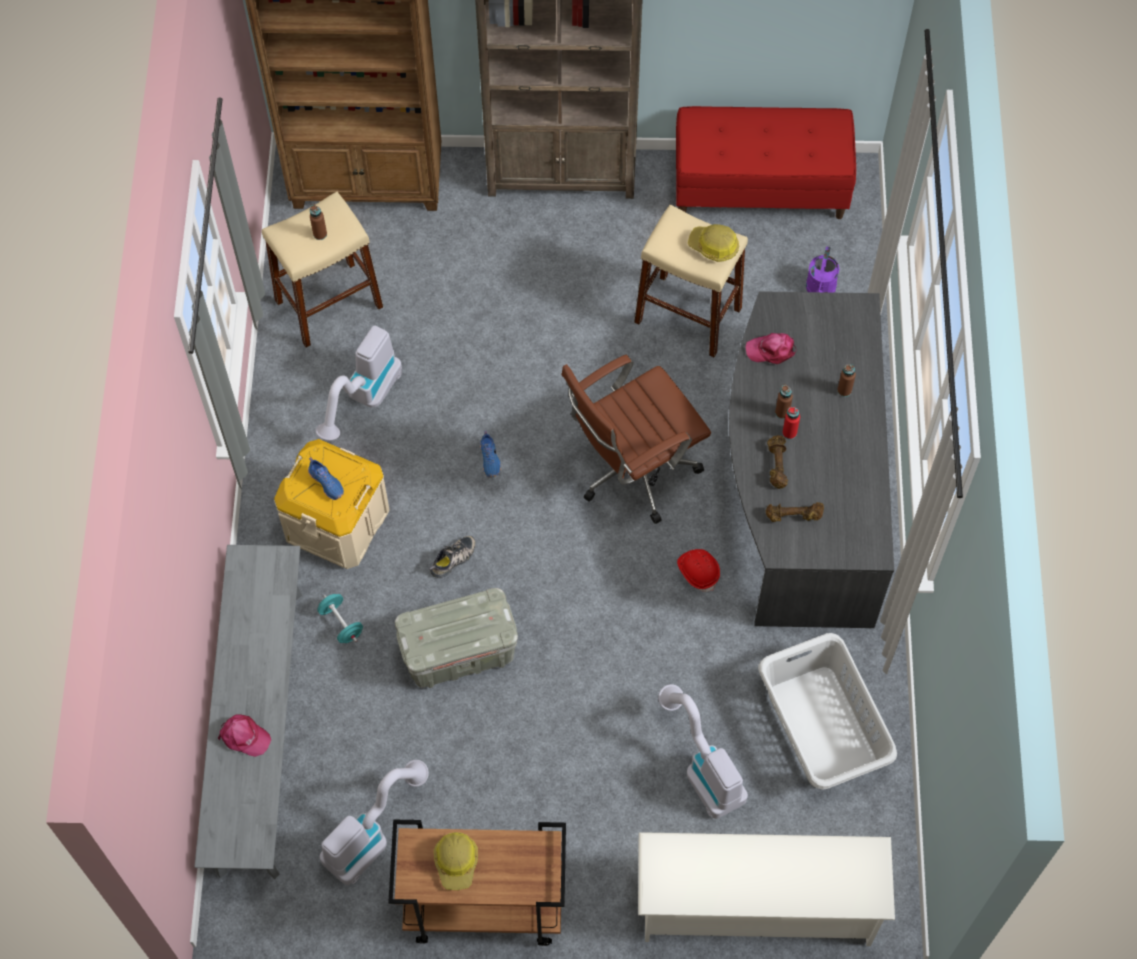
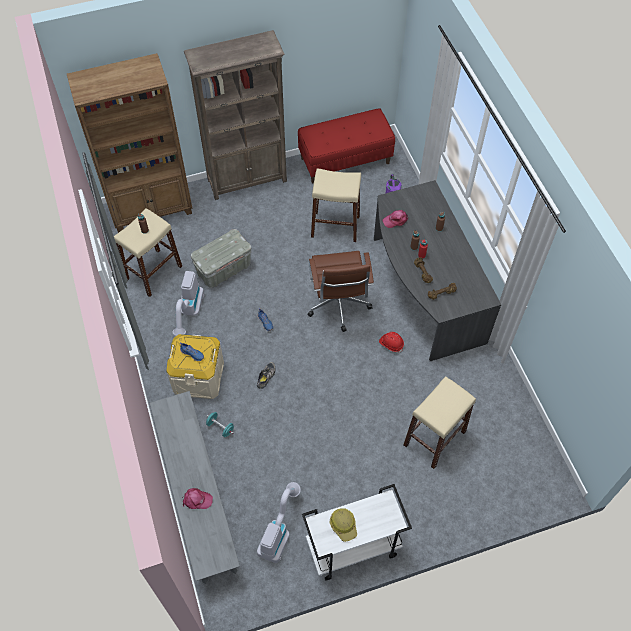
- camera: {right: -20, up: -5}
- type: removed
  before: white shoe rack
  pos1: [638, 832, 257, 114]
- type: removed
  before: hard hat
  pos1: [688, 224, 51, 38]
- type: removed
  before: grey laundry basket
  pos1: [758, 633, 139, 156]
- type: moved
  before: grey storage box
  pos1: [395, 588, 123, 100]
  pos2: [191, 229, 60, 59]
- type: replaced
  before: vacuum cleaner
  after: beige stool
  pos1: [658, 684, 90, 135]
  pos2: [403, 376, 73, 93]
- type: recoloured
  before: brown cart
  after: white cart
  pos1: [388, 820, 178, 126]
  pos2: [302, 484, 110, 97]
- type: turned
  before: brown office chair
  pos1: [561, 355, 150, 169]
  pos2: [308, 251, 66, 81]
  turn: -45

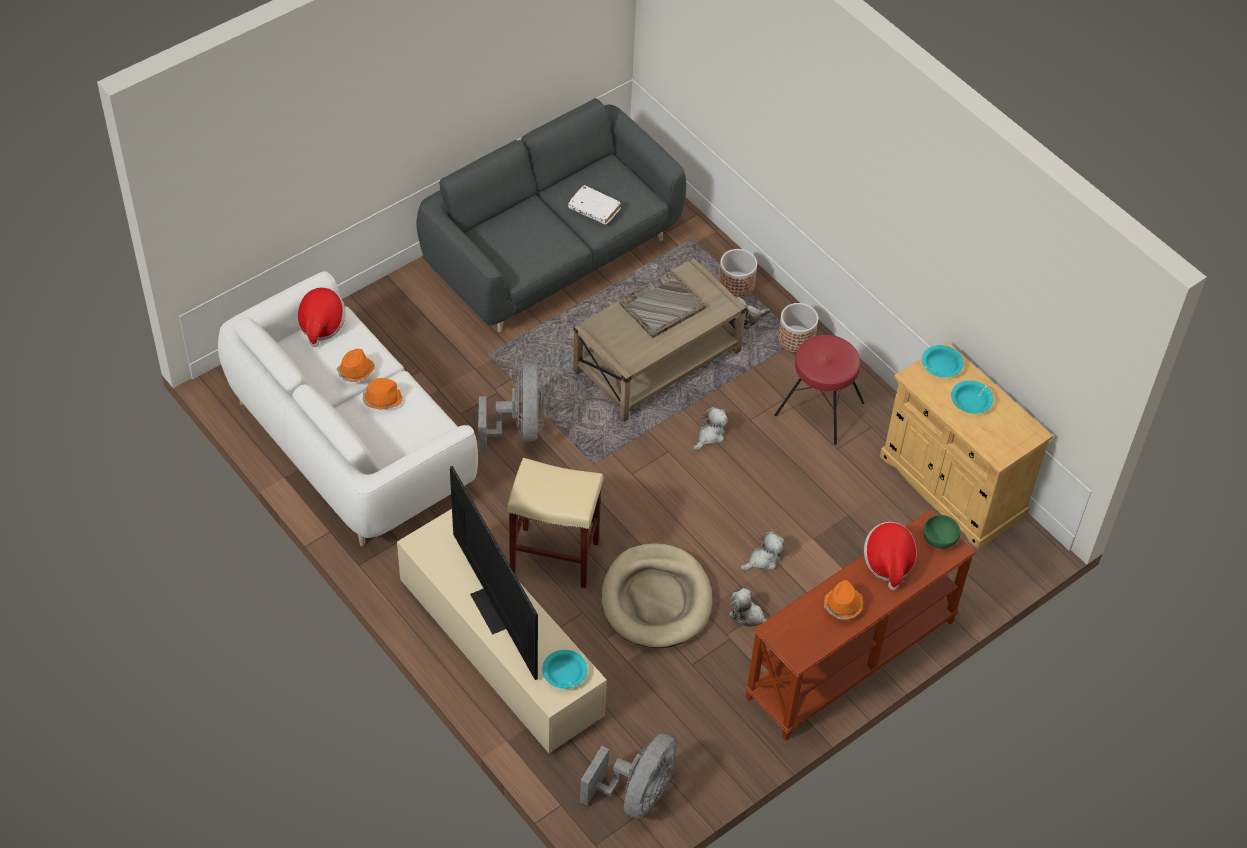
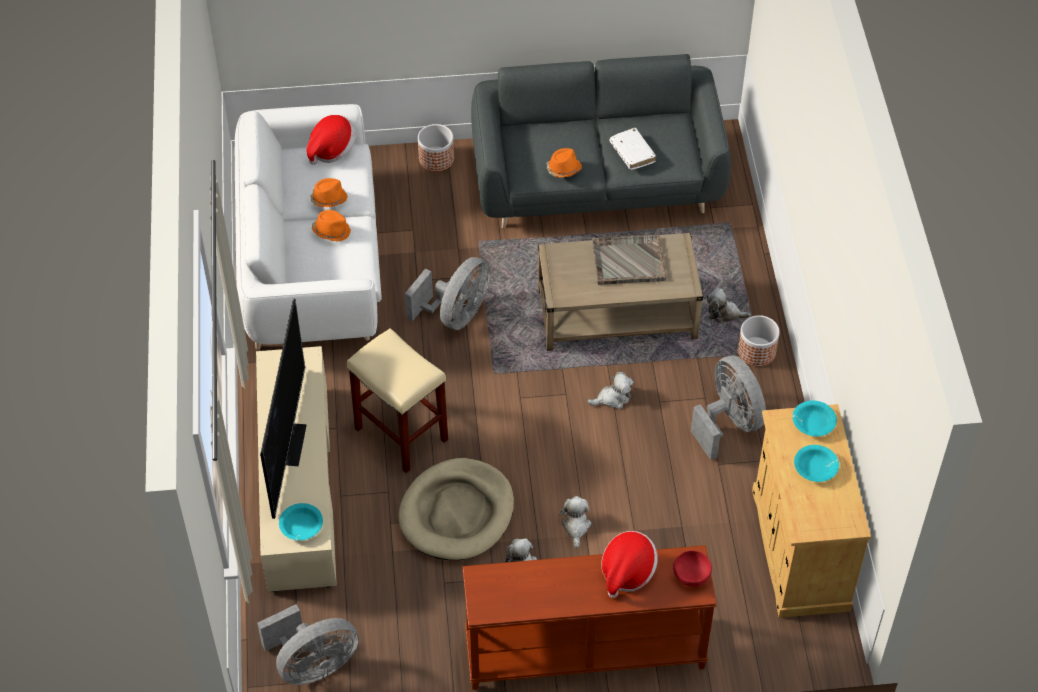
- camera: {right: 35, up: 0}
- type: moved
  before: planter
  pos1: [719, 249, 38, 49]
  pos2: [418, 124, 36, 48]
- type: moved
  before: orange hat
  pos1: [824, 580, 39, 40]
  pos2: [546, 148, 36, 29]
- type: replaced
  before: red stool
  after: grey fan
  pos1: [774, 335, 90, 110]
  pos2: [691, 355, 75, 105]
- type: recoloured
  before: green bowl
  after: red bowl
  pos1: [923, 515, 37, 34]
  pos2: [673, 550, 39, 37]
- type: turned
  before: plush toy
  pos1: [740, 531, 44, 40]
  pos2: [559, 496, 32, 53]
  turn: -90

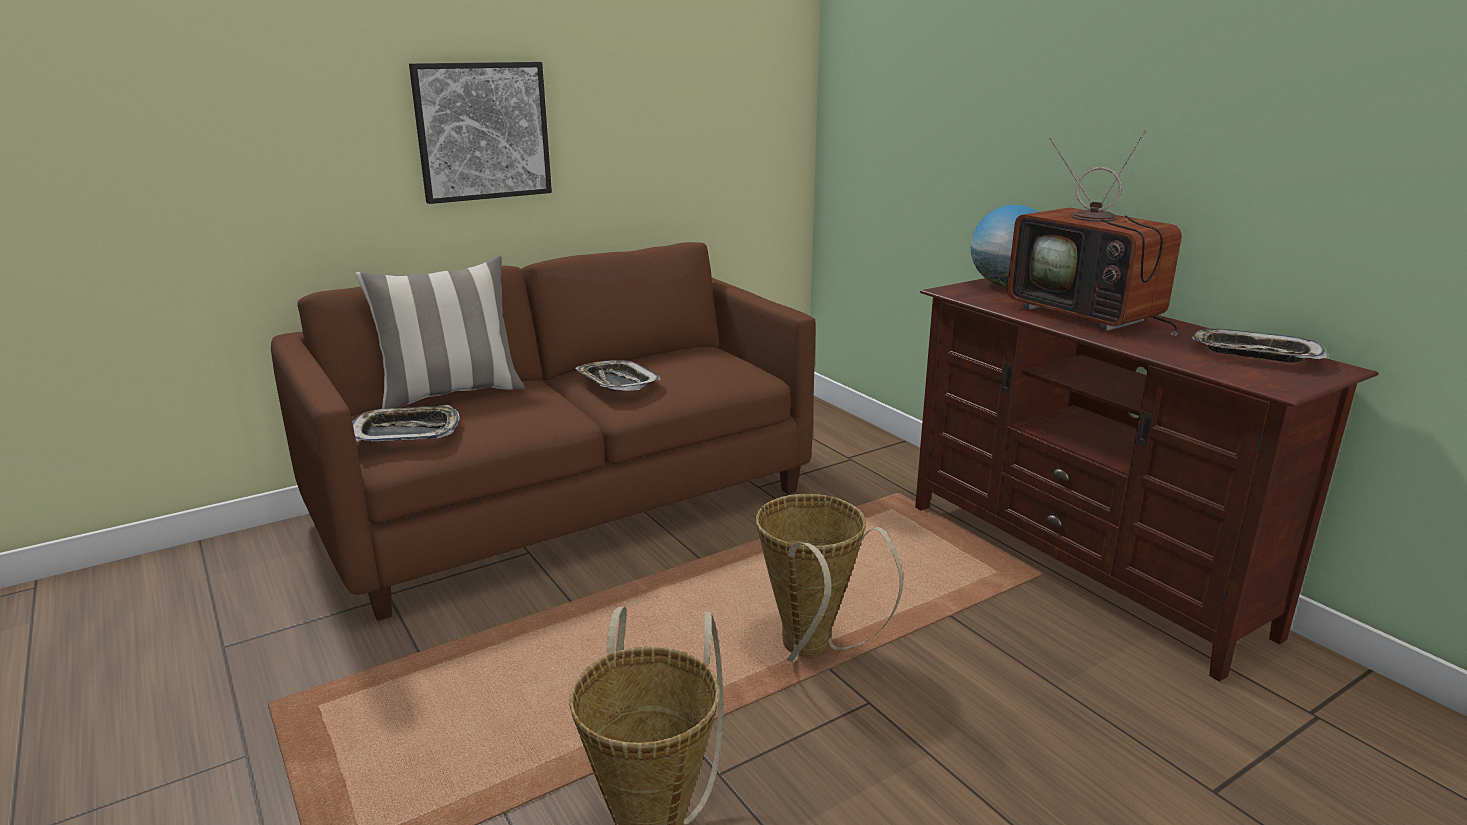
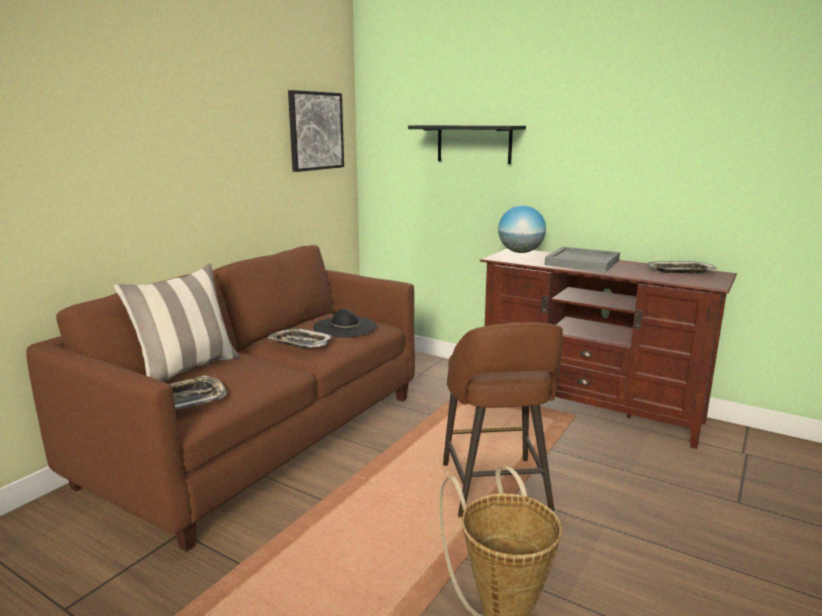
- camera: {right: -25, up: -5}
- type: added
  after: black hat
  pos2: [313, 309, 64, 29]
- type: added
  after: black shelf
  pos2: [408, 125, 118, 39]
- type: moved
  before: picture
  pos1: [409, 62, 143, 142]
  pos2: [288, 90, 56, 82]
- type: replaced
  before: basket
  after: brown stool
  pos1: [756, 494, 147, 168]
  pos2: [443, 322, 120, 195]
- type: replaced
  before: television
  after: grey tray
  pos1: [1007, 130, 174, 206]
  pos2: [544, 247, 76, 25]

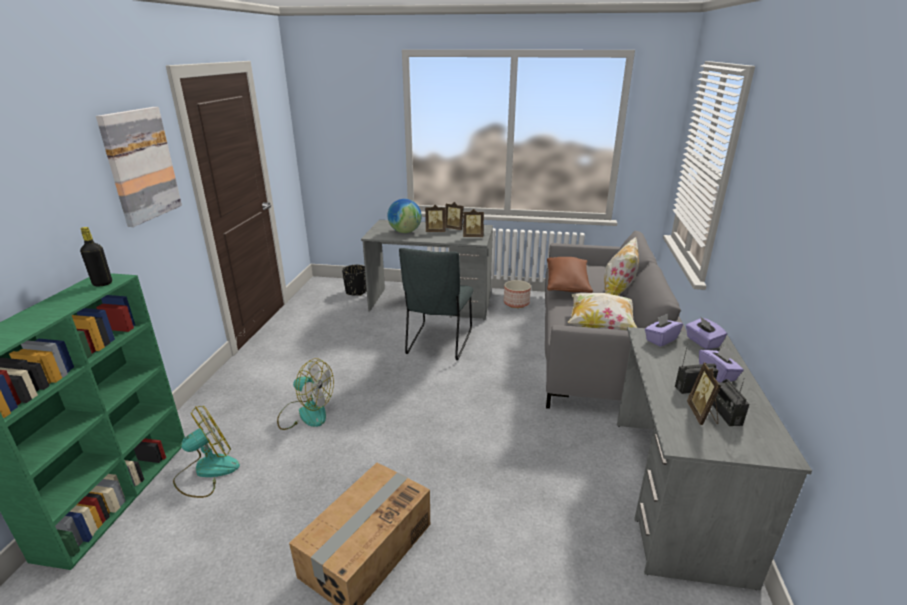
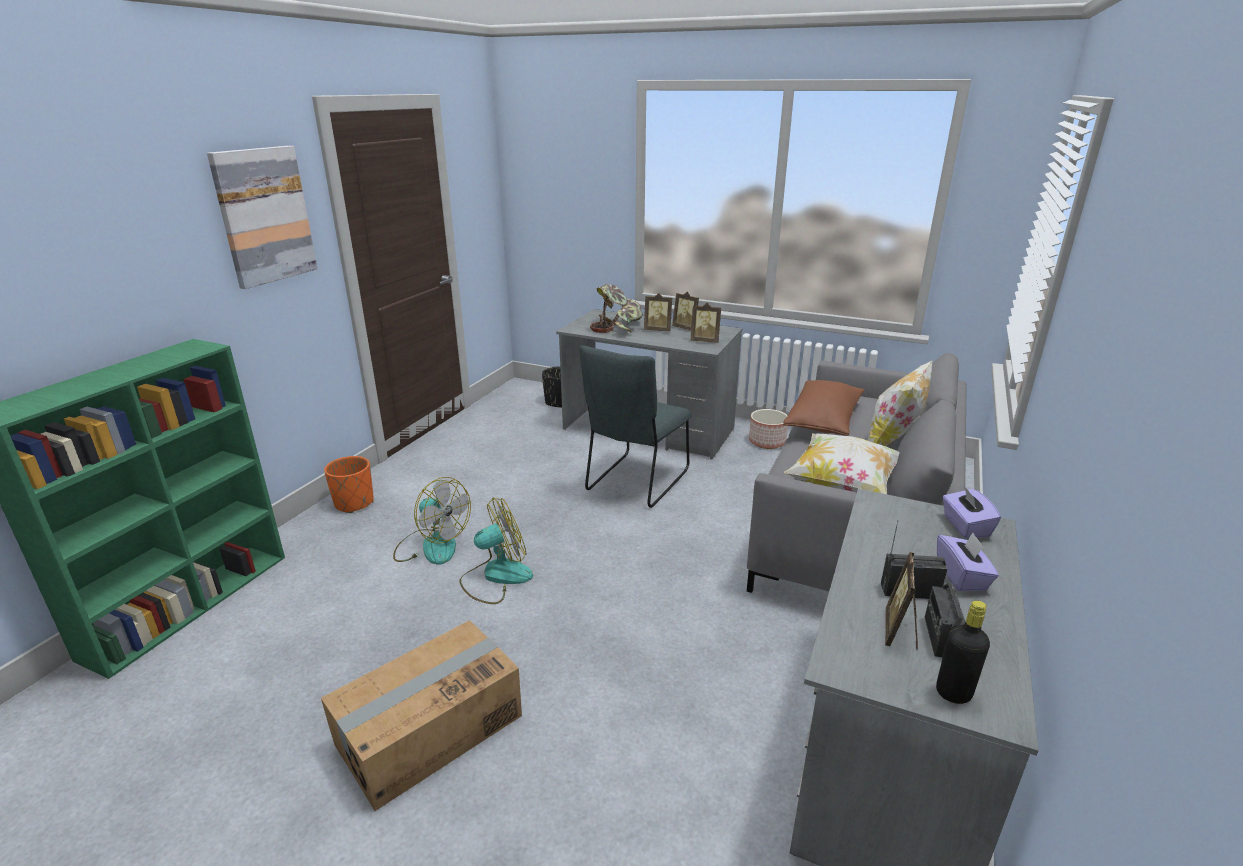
- camera: {right: 15, up: 0}
- type: removed
  before: purple tissue box
  pos1: [645, 313, 38, 34]
- type: added
  after: orange planter
  pos2: [324, 456, 50, 57]
- type: moved
  before: black bottle
  pos1: [80, 227, 32, 59]
  pos2: [936, 600, 54, 104]
- type: moved
  before: fan
  pos1: [173, 406, 67, 92]
  pos2: [460, 497, 73, 107]
- type: replaced
  before: globe
  after: potted plant
  pos1: [388, 199, 34, 34]
  pos2: [590, 284, 53, 49]

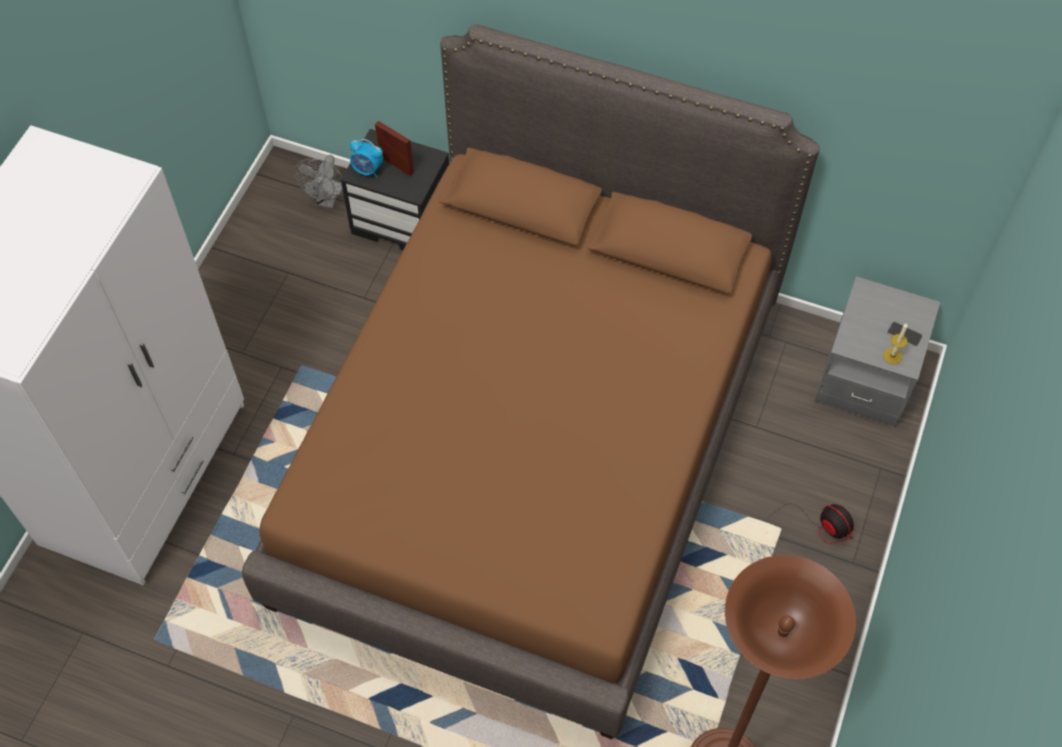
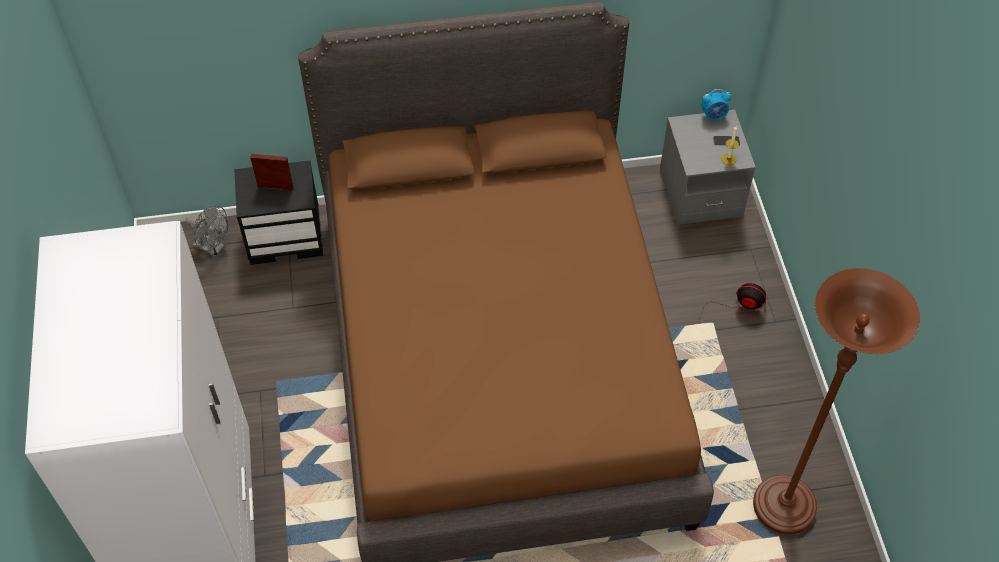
- camera: {right: -30, up: -5}
- type: moved
  before: alarm clock
  pos1: [350, 139, 33, 38]
  pos2: [702, 89, 29, 32]
- type: turned
  before: grey fan
  pos1: [294, 155, 49, 54]
  pos2: [185, 205, 43, 52]
  turn: -45

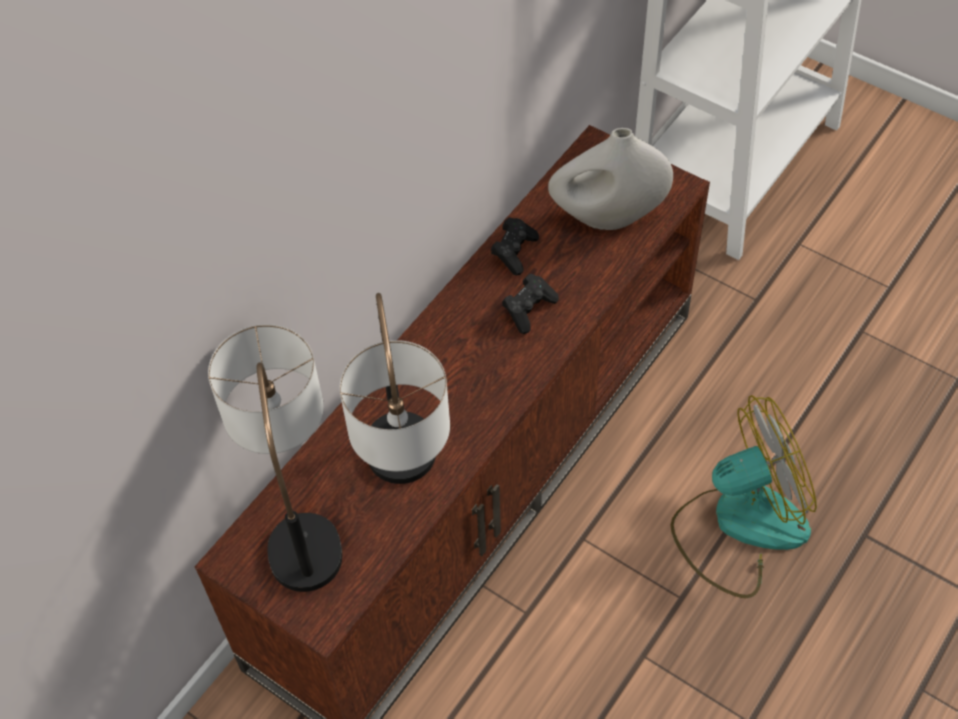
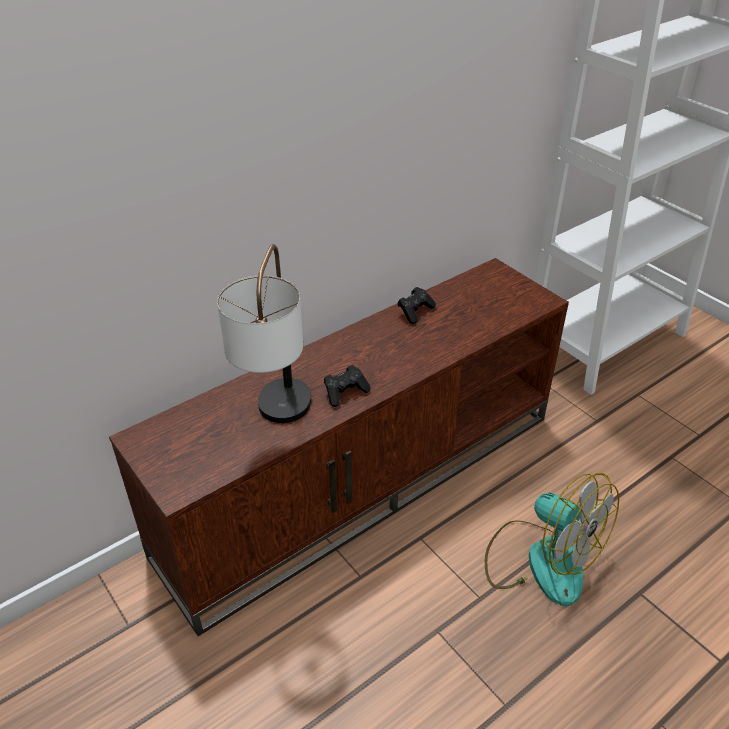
- camera: {right: 15, up: -15}
- type: removed
  before: table lamp
  pos1: [208, 324, 134, 268]
- type: removed
  before: white vase
  pos1: [548, 128, 125, 102]
- type: moved
  before: black game controller
  pos1: [502, 274, 57, 60]
  pos2: [324, 365, 47, 42]
- type: turned
  before: fan
  pos1: [670, 395, 147, 203]
  pos2: [485, 473, 134, 133]
  turn: 45

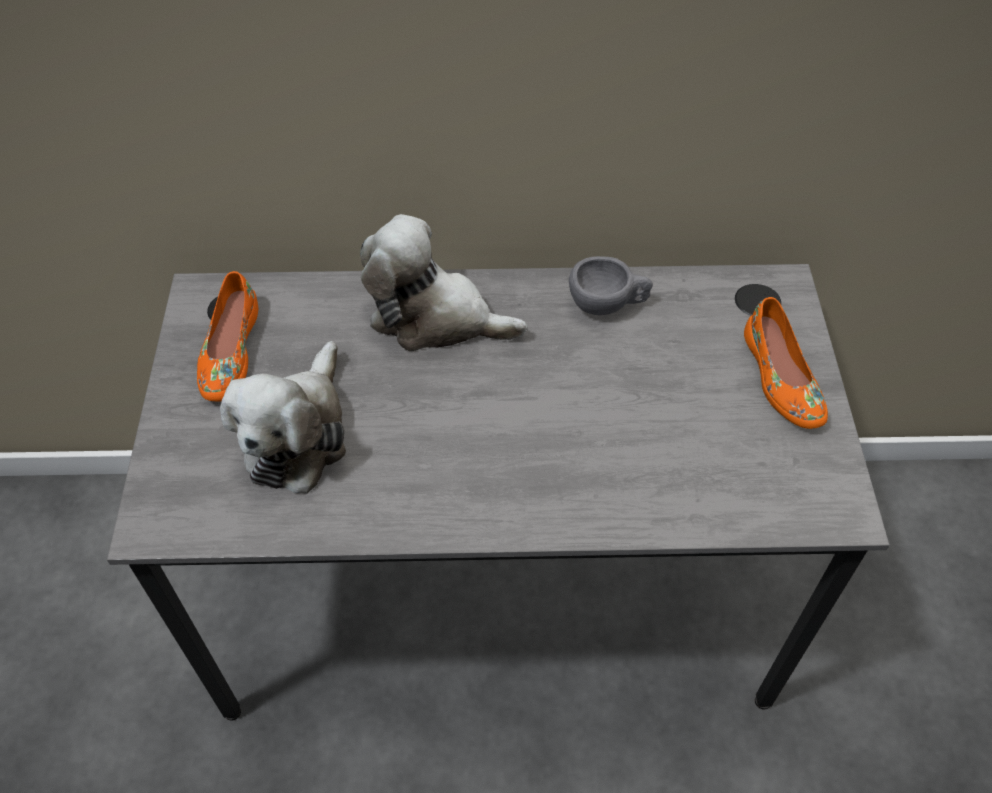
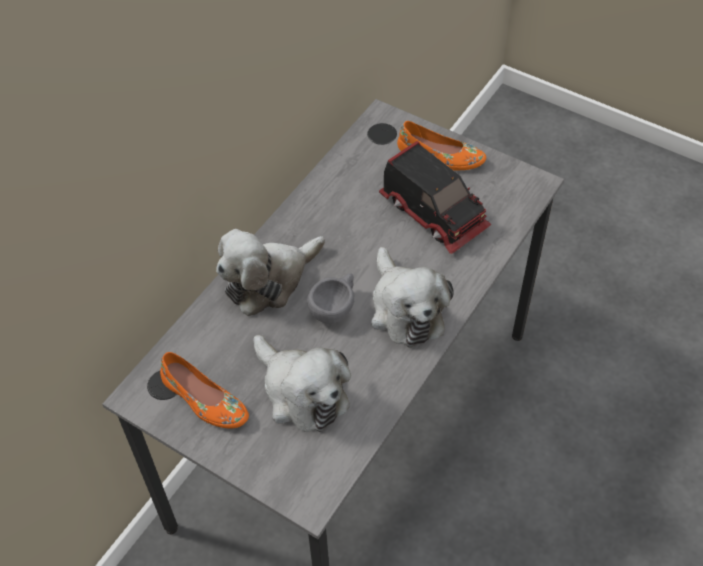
- camera: {right: -55, up: 0}
- type: added
  after: plush toy
  pos2: [371, 247, 83, 101]
- type: added
  after: toy truck
  pos2: [379, 141, 112, 113]
- type: moved
  before: grey cup
  pos1: [569, 256, 84, 59]
  pos2: [307, 273, 48, 51]

